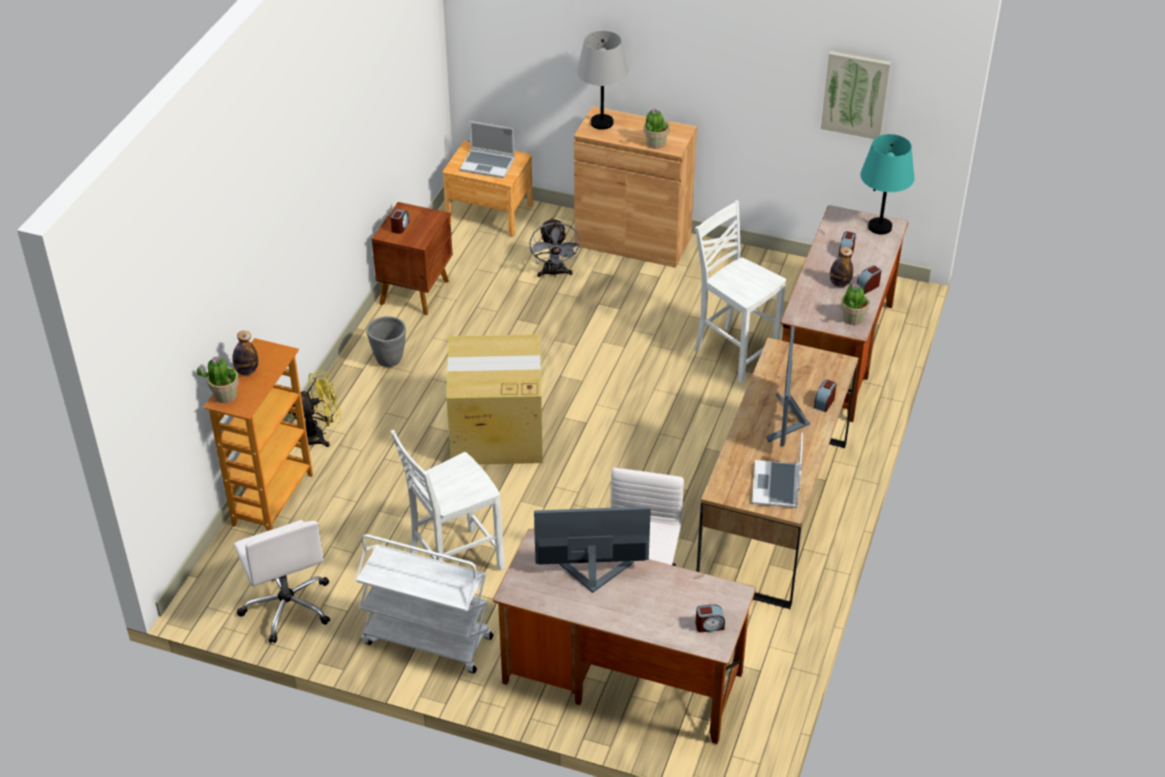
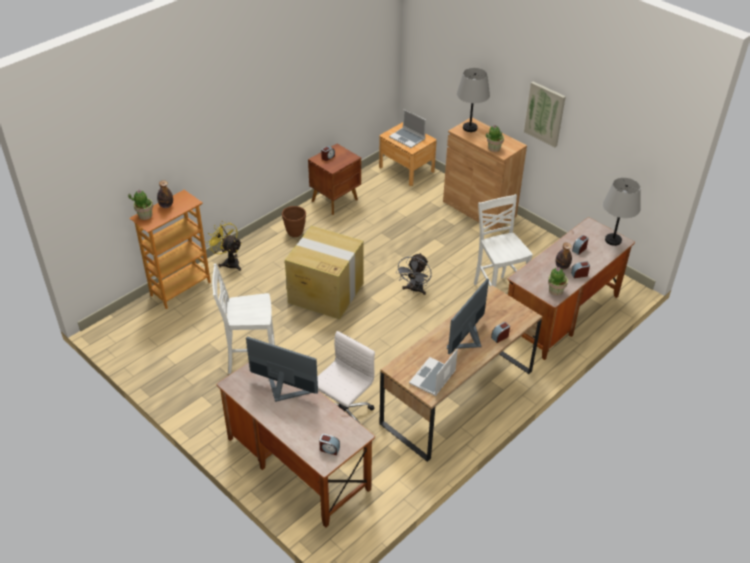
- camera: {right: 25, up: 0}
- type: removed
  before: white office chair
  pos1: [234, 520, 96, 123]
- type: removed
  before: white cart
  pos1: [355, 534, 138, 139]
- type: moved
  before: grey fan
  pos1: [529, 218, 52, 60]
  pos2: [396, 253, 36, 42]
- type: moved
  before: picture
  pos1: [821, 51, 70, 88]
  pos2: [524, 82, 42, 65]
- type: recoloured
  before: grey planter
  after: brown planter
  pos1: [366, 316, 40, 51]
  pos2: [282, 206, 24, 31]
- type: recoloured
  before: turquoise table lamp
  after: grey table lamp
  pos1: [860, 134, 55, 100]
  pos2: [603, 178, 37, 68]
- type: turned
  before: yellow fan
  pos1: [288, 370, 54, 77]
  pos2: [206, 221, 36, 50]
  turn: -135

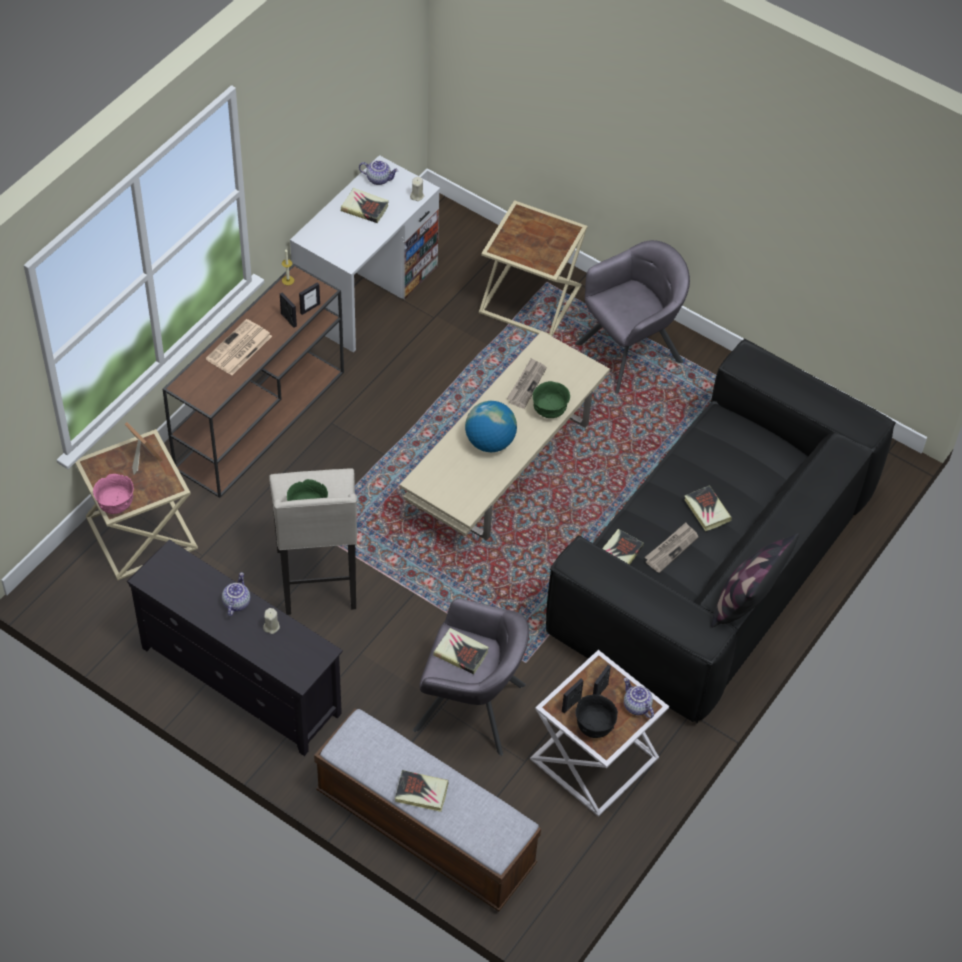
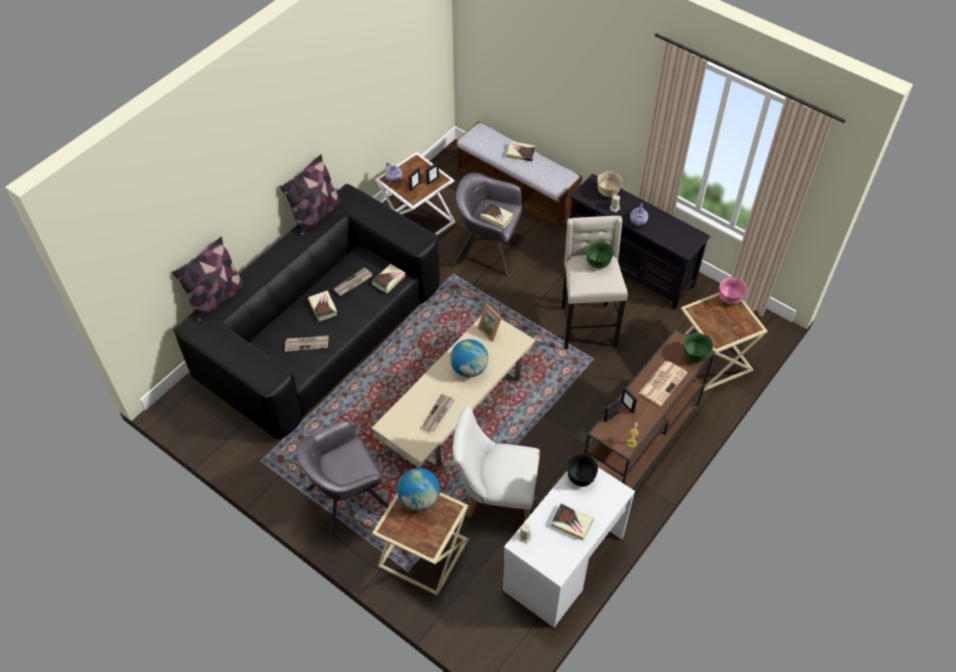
- camera: {right: -175, up: 0}
- type: removed
  before: teapot
  pos1: [359, 160, 40, 25]
- type: added
  after: pillow
  pos2: [172, 237, 74, 85]
- type: added
  after: newspaper
  pos2: [285, 335, 44, 17]
- type: added
  after: globe
  pos2: [397, 468, 43, 43]
- type: added
  after: white chair
  pos2: [452, 406, 88, 115]
- type: added
  after: beige bowl
  pos2: [597, 171, 25, 26]
- type: moved
  before: picture frame
  pos1: [125, 422, 37, 53]
  pos2: [478, 304, 24, 38]
- type: moved
  before: green bowl
  pos1: [533, 381, 37, 37]
  pos2: [683, 333, 30, 29]
- type: moved
  before: black bowl
  pos1: [576, 695, 42, 43]
  pos2: [566, 454, 32, 33]

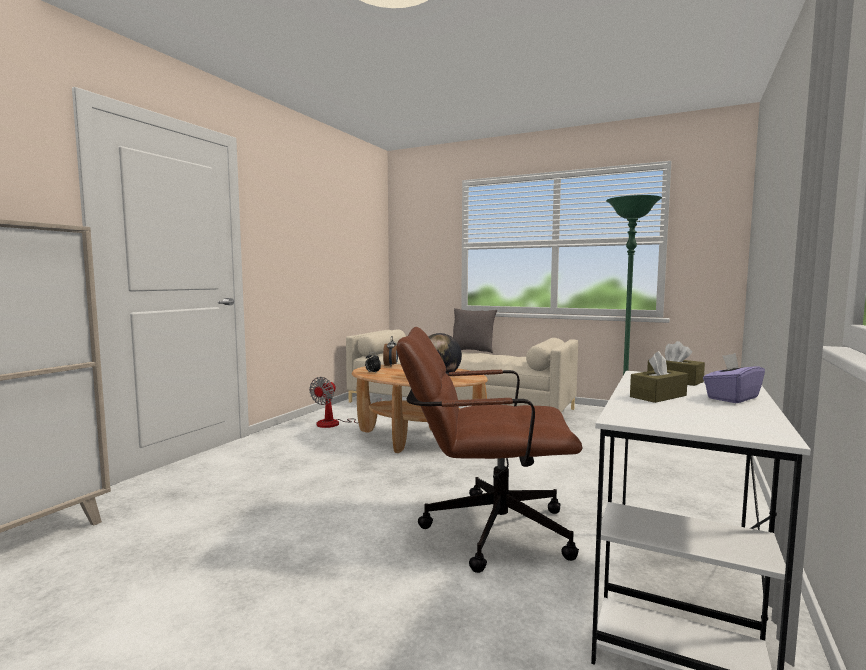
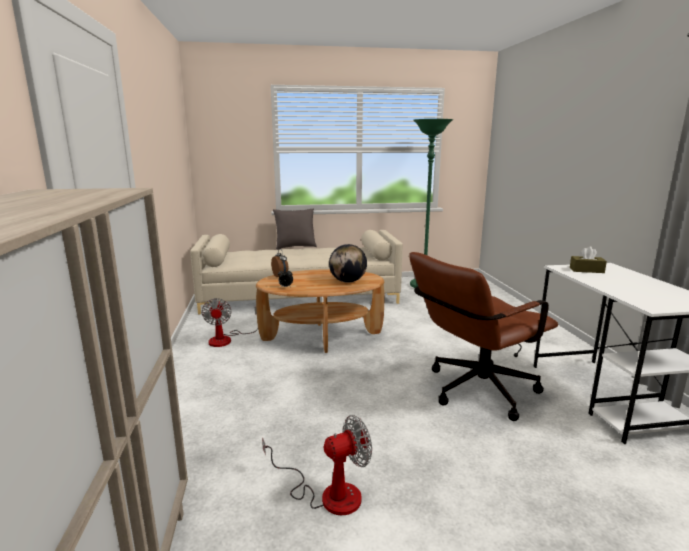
- camera: {right: -35, up: 10}
- type: removed
  before: brown tissue box
  pos1: [630, 351, 58, 52]
- type: removed
  before: purple tissue box
  pos1: [703, 353, 62, 50]
- type: added
  after: fan
  pos2: [262, 415, 110, 100]

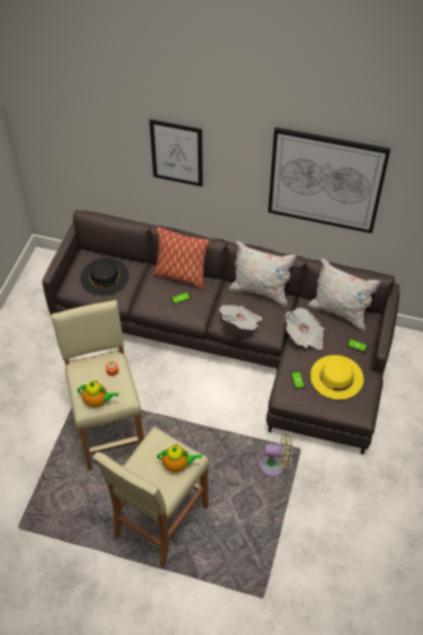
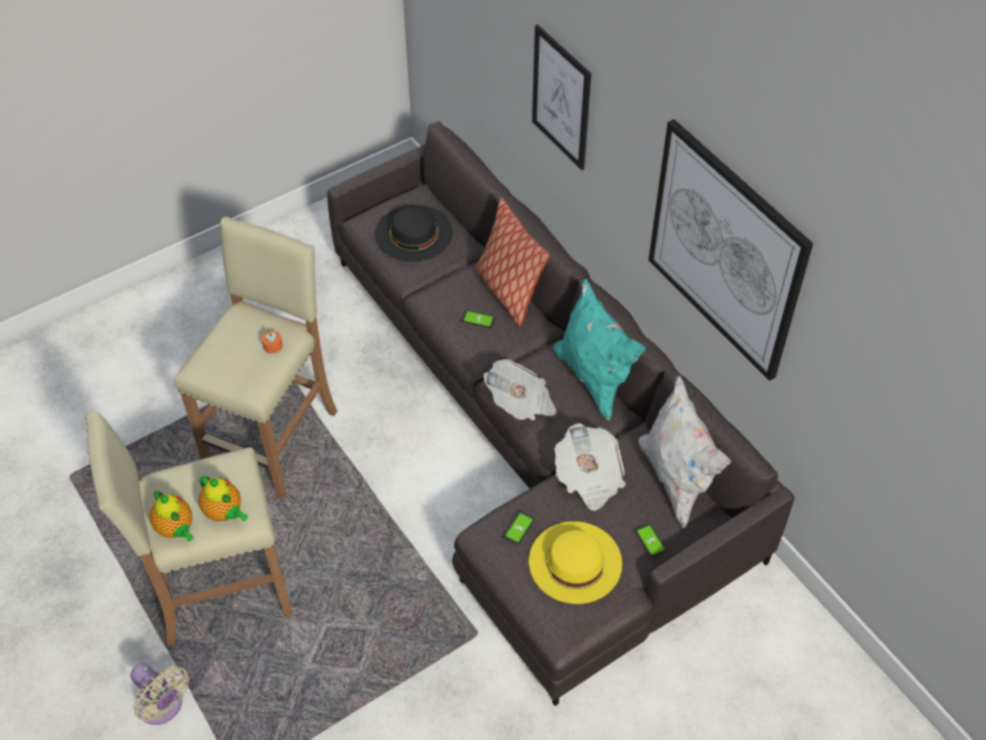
- camera: {right: 40, up: 0}
- type: moved
  before: teapot
  pos1: [77, 381, 42, 26]
  pos2: [150, 490, 43, 51]
- type: moved
  before: beige fan
  pos1: [260, 433, 33, 44]
  pos2: [130, 663, 59, 62]
- type: recoloured
  before: white pillow
  after: turquoise pillow
  pos1: [229, 241, 67, 65]
  pos2: [553, 278, 93, 143]

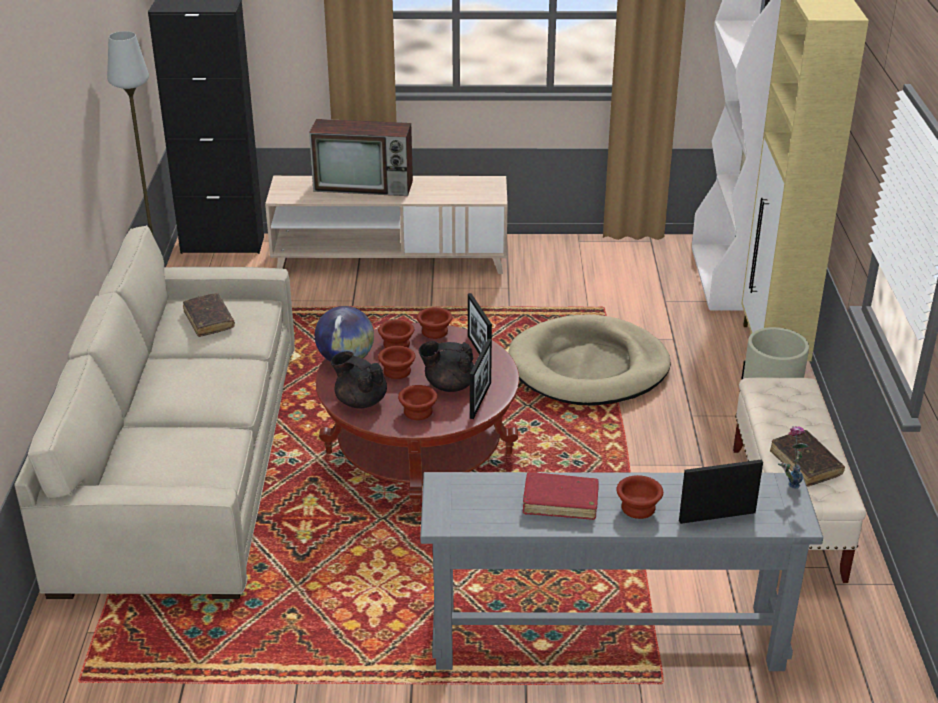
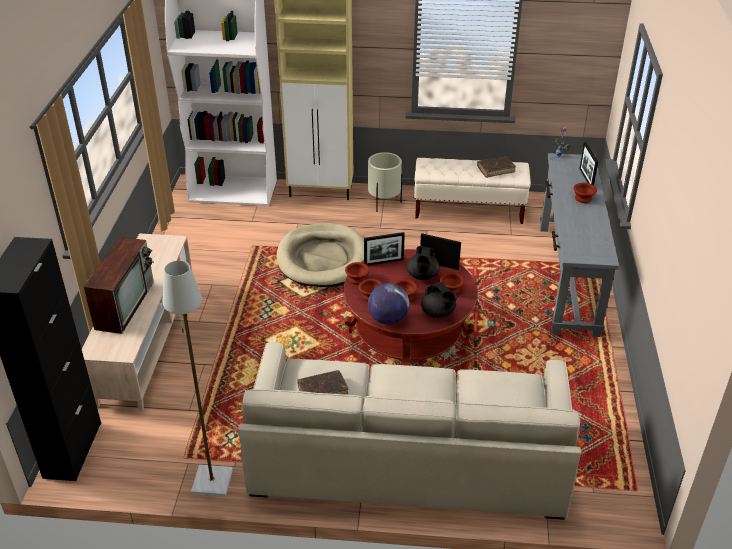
- camera: {right: -85, up: 5}
- type: removed
  before: red book
  pos1: [523, 472, 76, 48]
- type: turned
  before: black teapot
  pos1: [331, 351, 56, 57]
  pos2: [421, 282, 36, 36]
  turn: -75

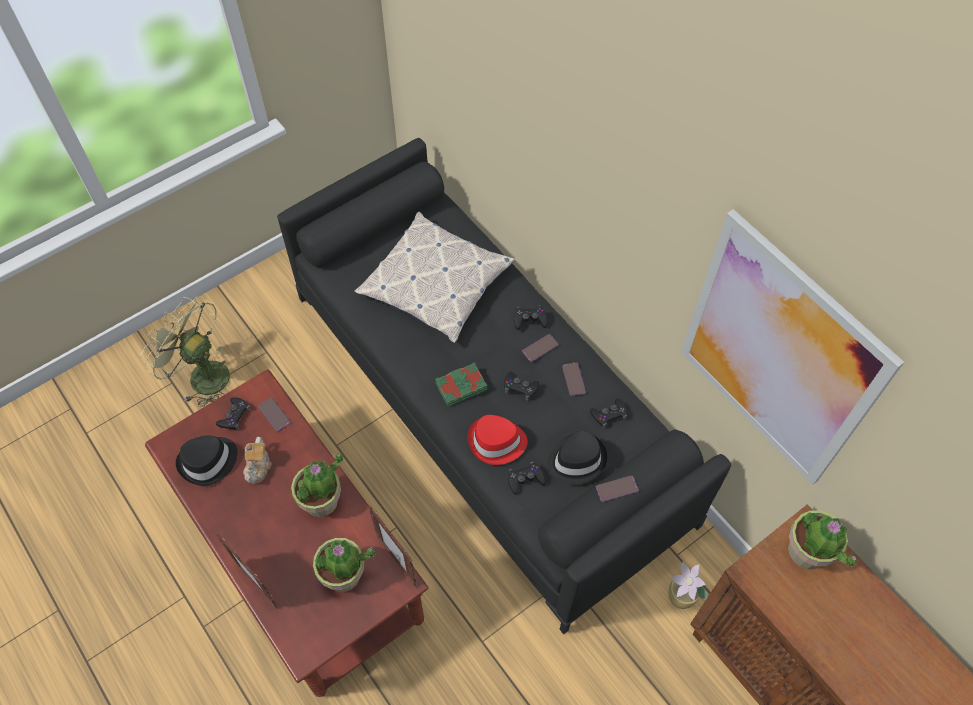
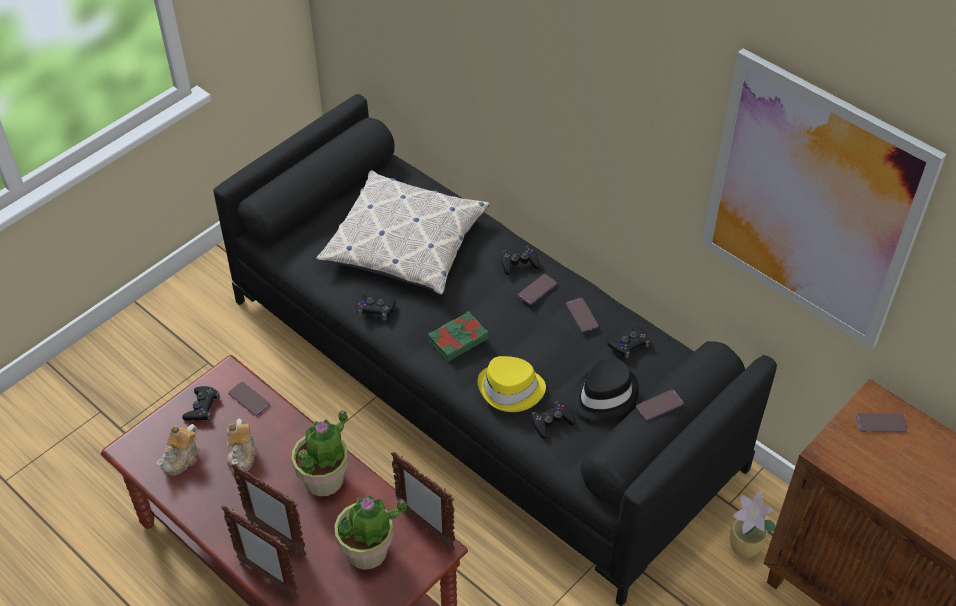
- camera: {right: -10, up: -10}
- type: removed
  before: green fan
  pos1: [140, 296, 90, 111]
- type: added
  after: picture frame
  pos2: [231, 464, 76, 91]
- type: moved
  before: black game controller
  pos1: [504, 372, 35, 28]
  pos2: [357, 294, 39, 27]
- type: replaced
  before: black hat
  after: teapot
  pos1: [176, 435, 61, 51]
  pos2: [157, 424, 41, 52]
- type: replaced
  before: potted plant
  after: phone
  pos1: [788, 510, 69, 59]
  pos2: [856, 413, 52, 19]
- type: recoloured
  before: red hat
  after: yellow hat
  pos1: [468, 415, 60, 50]
  pos2: [478, 356, 68, 56]

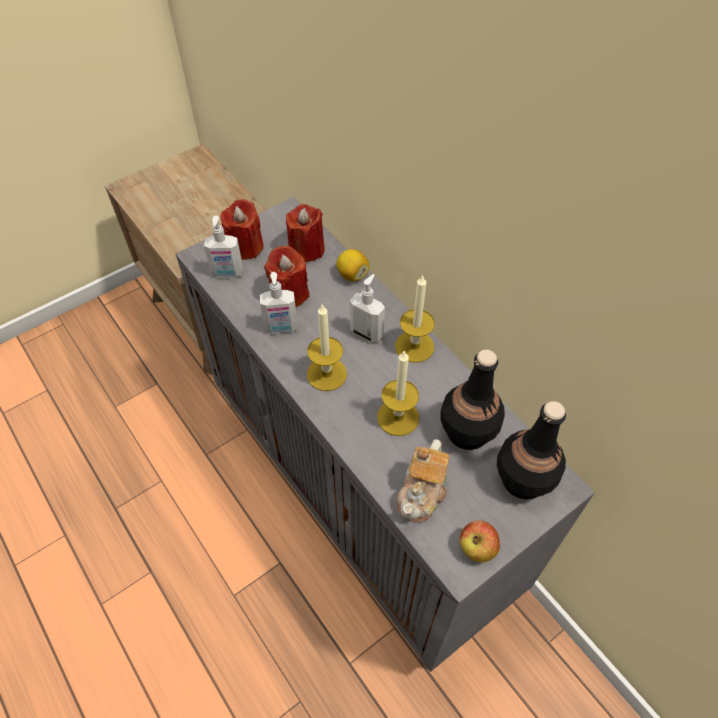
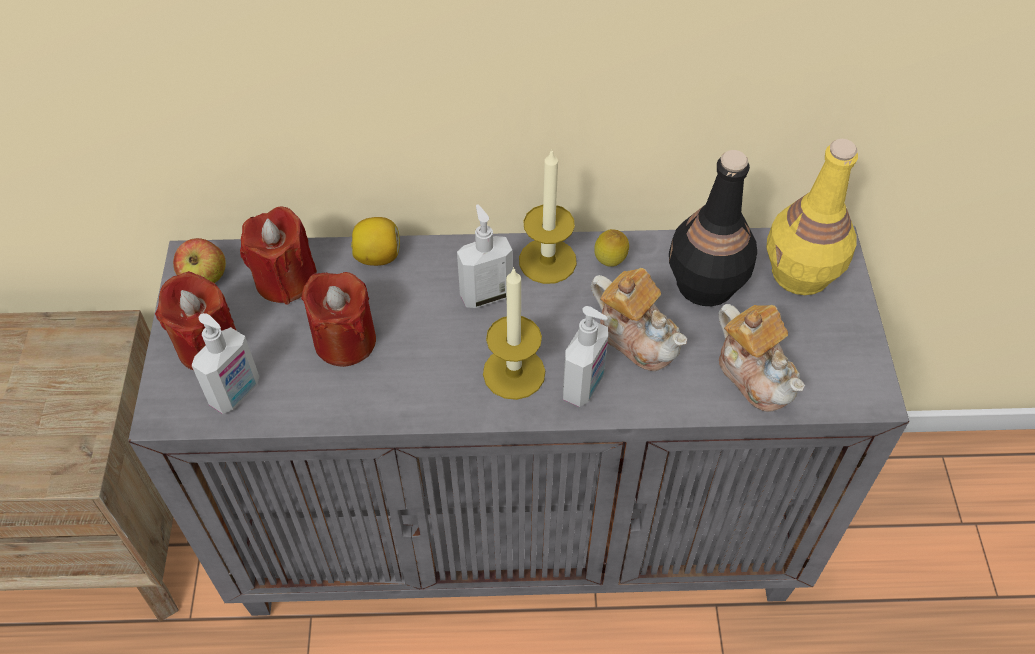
- camera: {right: -55, up: 0}
- type: added
  after: lemon
  pos2: [594, 229, 35, 38]
- type: moved
  before: soap dispenser
  pos1: [260, 272, 38, 62]
  pos2: [563, 306, 45, 101]
- type: moved
  before: apple
  pos1: [459, 520, 41, 42]
  pos2: [173, 238, 53, 45]
- type: replaced
  before: candle
  after: teapot
  pos1: [377, 350, 42, 86]
  pos2: [591, 268, 97, 103]
- type: recoloured
  before: black bottle
  after: yellow bottle
  pos1: [497, 401, 69, 98]
  pos2: [767, 139, 91, 156]

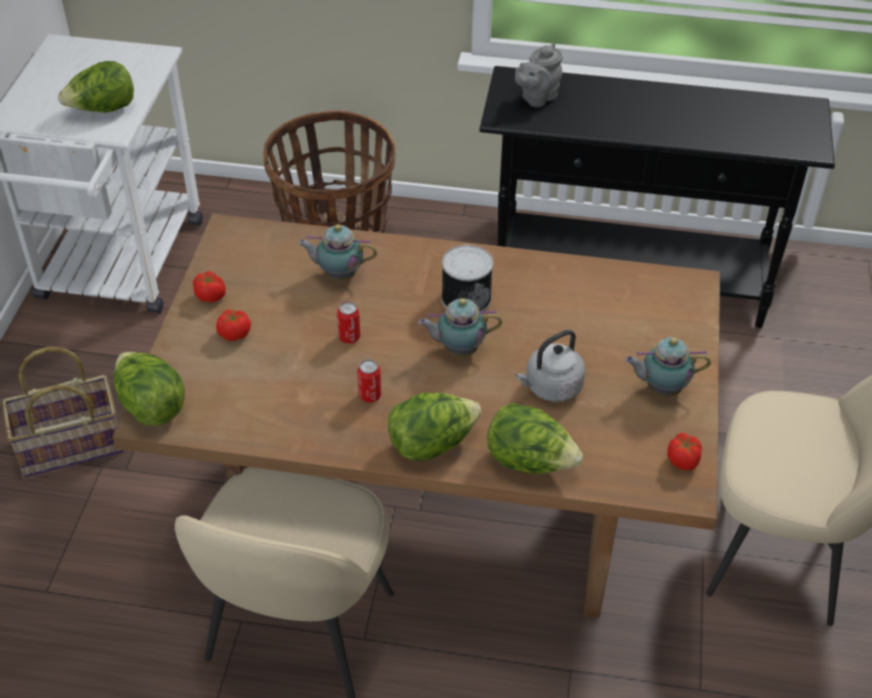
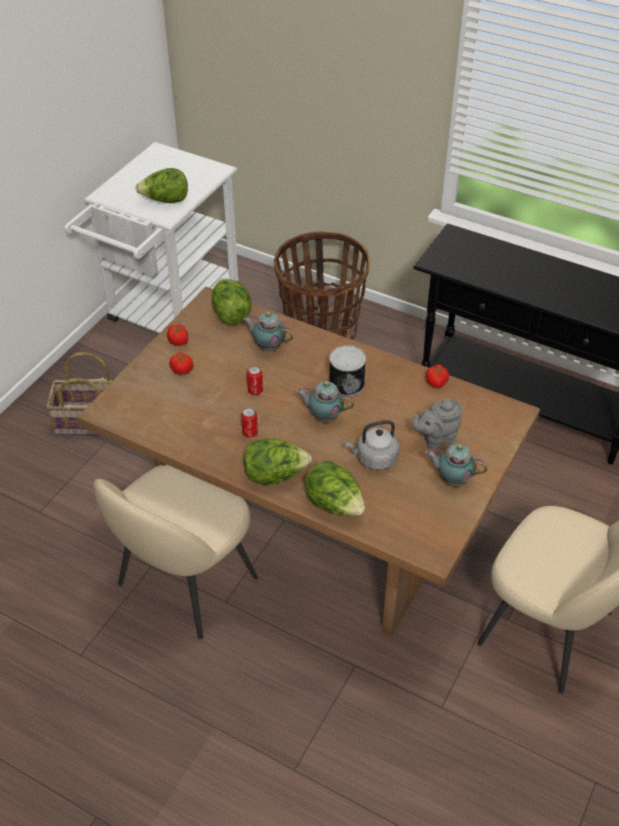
- camera: {right: 20, up: 0}
- type: moved
  before: lettuce
  pos1: [114, 352, 71, 74]
  pos2: [212, 278, 40, 46]
- type: moved
  before: grey teapot
  pos1: [515, 43, 48, 64]
  pos2: [412, 399, 51, 50]
- type: moved
  before: tomato
  pos1: [667, 433, 35, 38]
  pos2: [426, 364, 23, 24]

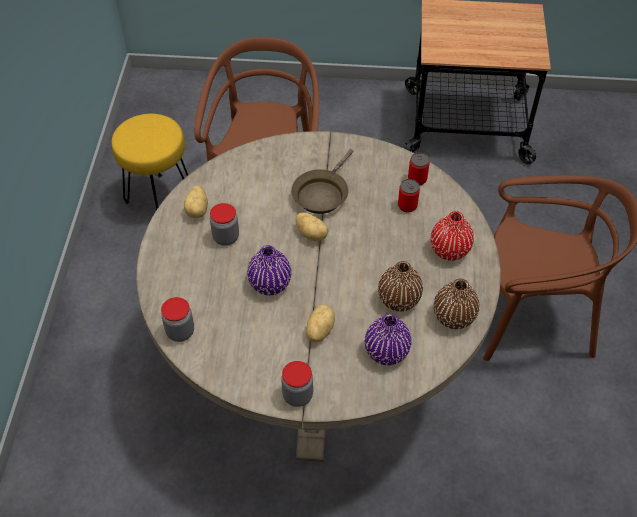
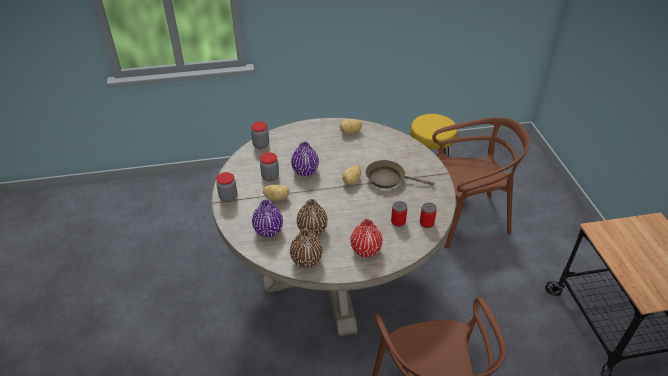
- camera: {right: 75, up: -10}
- type: moved
  before: jar
  pos1: [210, 203, 29, 43]
  pos2: [260, 152, 19, 30]

